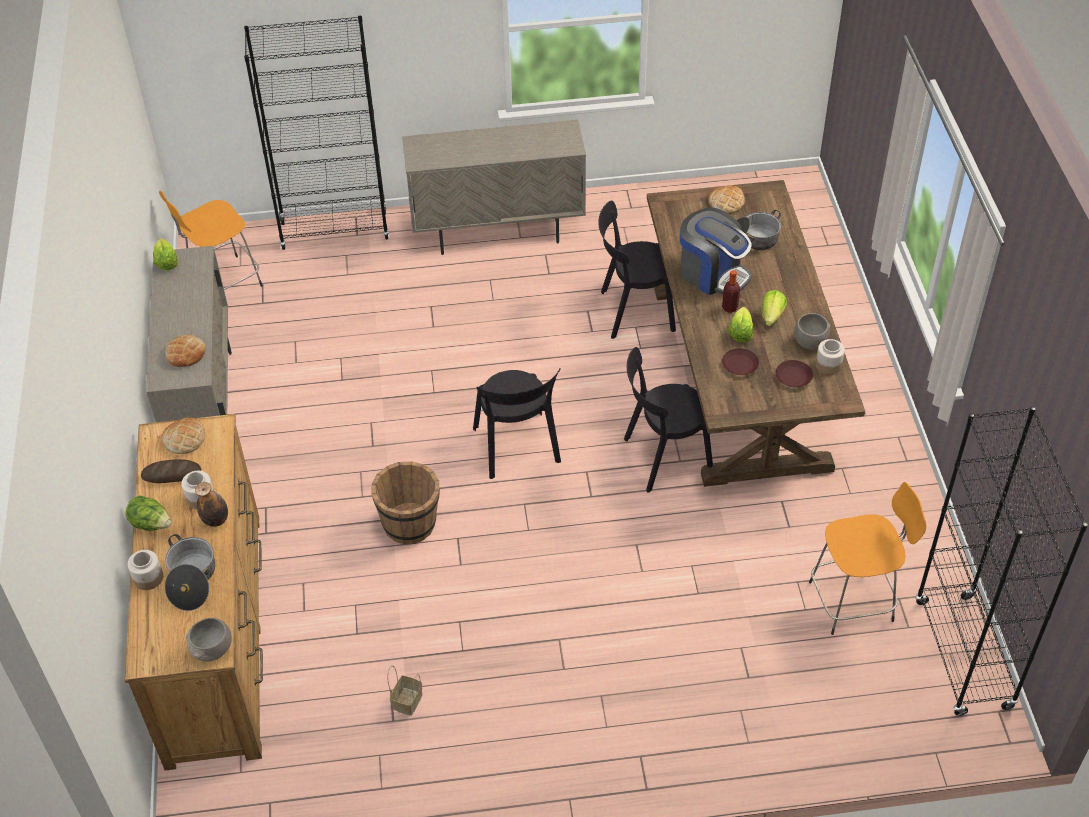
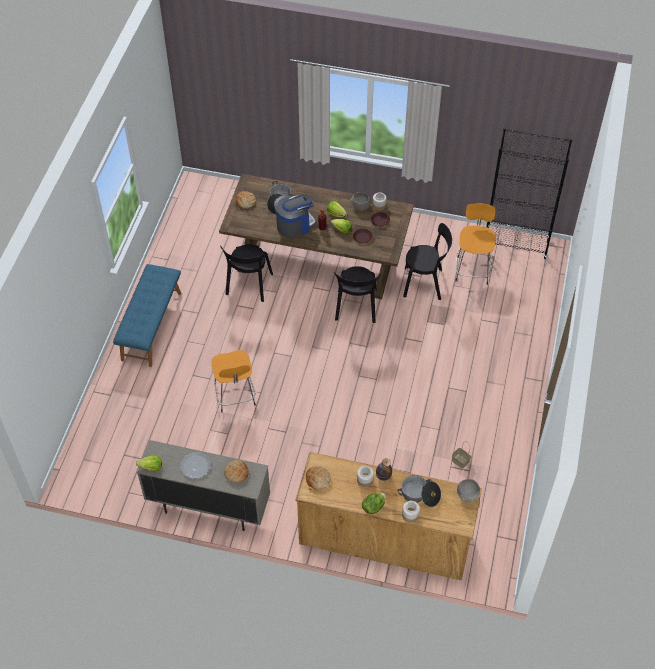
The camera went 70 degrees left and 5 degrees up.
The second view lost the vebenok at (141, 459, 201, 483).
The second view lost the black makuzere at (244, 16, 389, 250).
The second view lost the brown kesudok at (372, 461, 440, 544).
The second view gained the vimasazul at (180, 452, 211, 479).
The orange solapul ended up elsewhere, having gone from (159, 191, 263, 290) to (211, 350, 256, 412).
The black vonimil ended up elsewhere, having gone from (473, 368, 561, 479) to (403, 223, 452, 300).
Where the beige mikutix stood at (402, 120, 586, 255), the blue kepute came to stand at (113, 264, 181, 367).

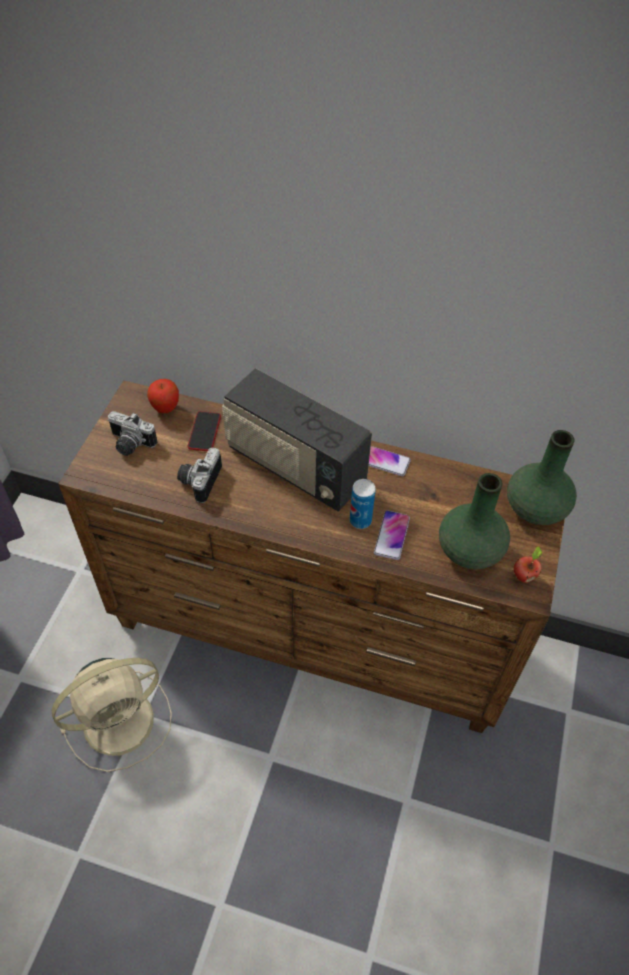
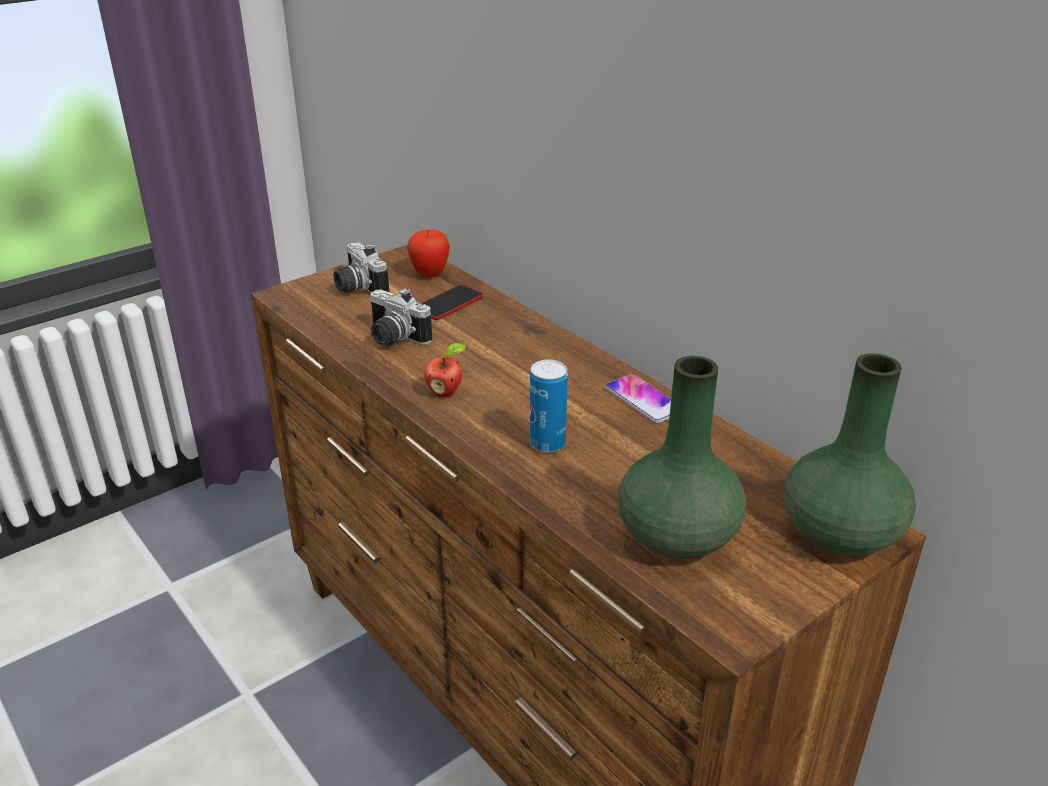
The camera went 35 degrees right and 20 degrees down.
The second view lost the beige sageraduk at (52, 658, 172, 772).
The second view lost the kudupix at (222, 368, 372, 511).
The second view lost the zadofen at (374, 510, 410, 560).
The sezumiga ended up elsewhere, having gone from (514, 546, 542, 583) to (424, 343, 466, 397).
The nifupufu at (177, 447, 222, 503) ended up facing another way, 105 degrees counterclockwise from before.

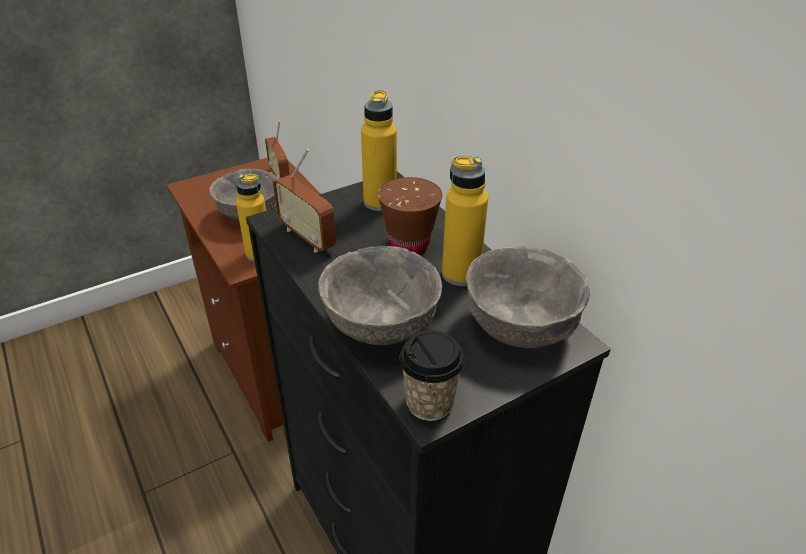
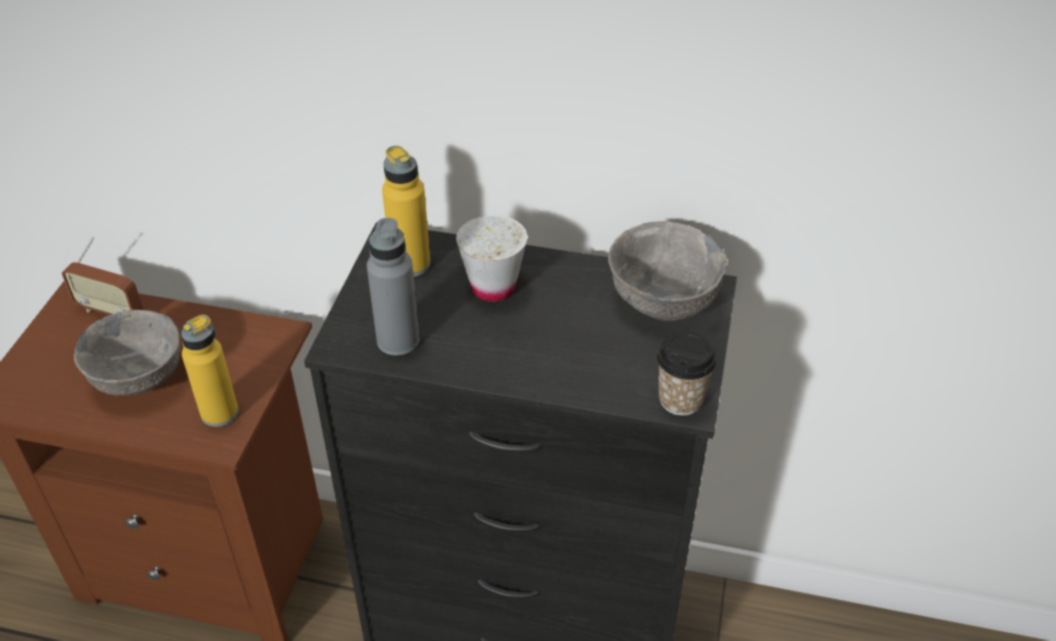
The camera went 45 degrees left and 5 degrees up.
The second view lost the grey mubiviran at (318, 245, 442, 345).
The second view lost the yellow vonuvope at (442, 156, 488, 286).
Where the kudupix stood at (273, 148, 336, 253), the grey vonuvope came to stand at (367, 218, 420, 355).
What was the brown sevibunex at (378, 177, 442, 254) turned into the white sevibunex at (456, 215, 527, 302).

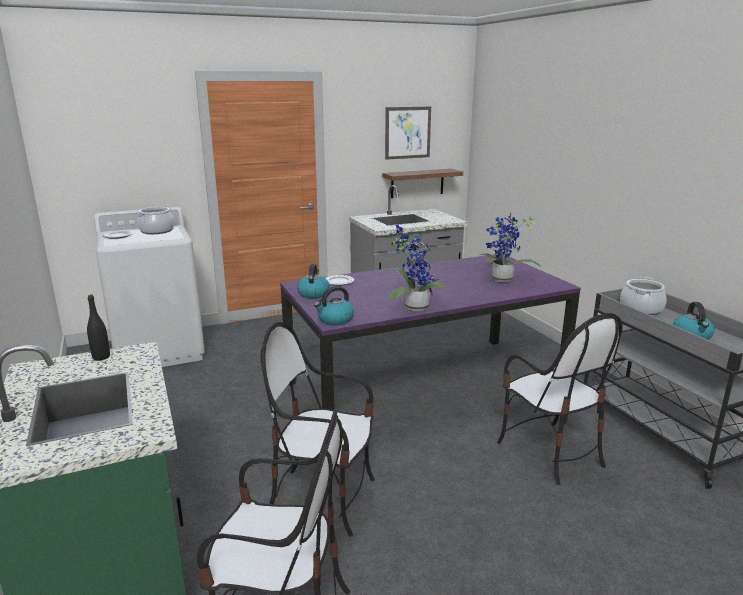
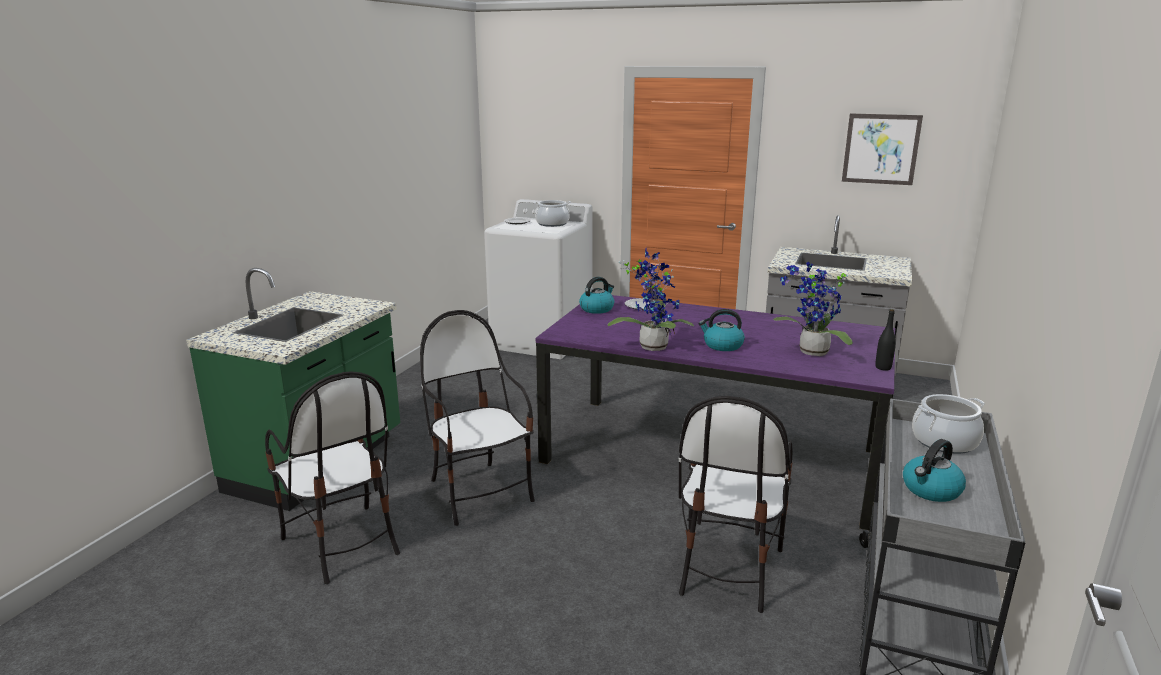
The camera went 45 degrees right and 0 degrees up.
The second view lost the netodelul at (383, 169, 463, 198).
The black vonuvope ended up elsewhere, having gone from (87, 295, 110, 361) to (875, 309, 896, 371).
The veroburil ended up elsewhere, having gone from (314, 286, 354, 325) to (699, 309, 745, 351).

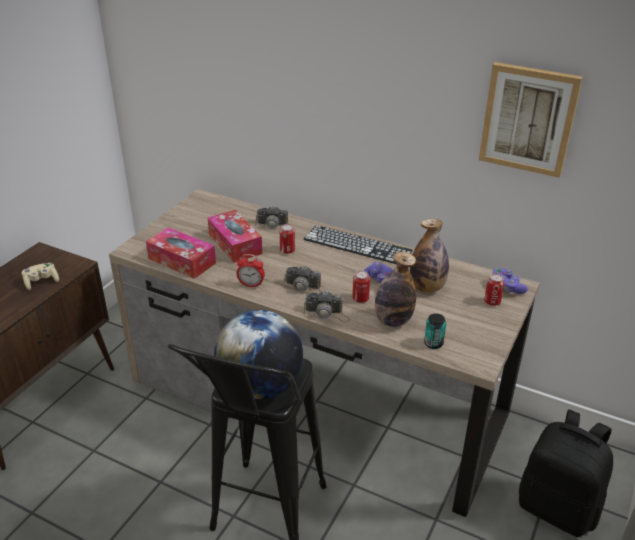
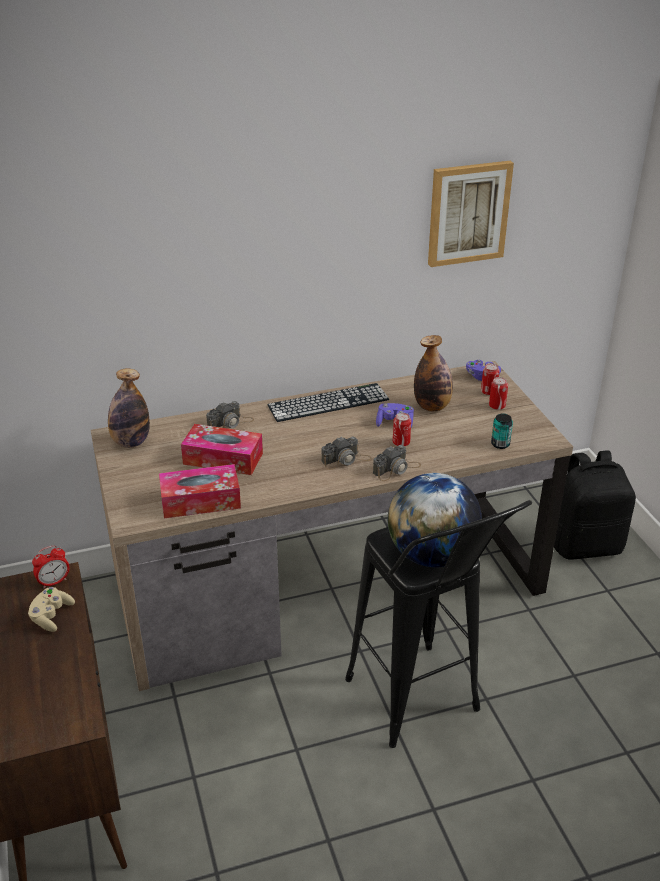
The camera went 45 degrees left and 0 degrees up.
The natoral ended up elsewhere, having gone from (237, 254, 265, 288) to (32, 546, 69, 589).
The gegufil ended up elsewhere, having gone from (280, 224, 295, 254) to (489, 377, 508, 410).
The vonuvope ended up elsewhere, having gone from (375, 252, 416, 327) to (108, 369, 150, 448).

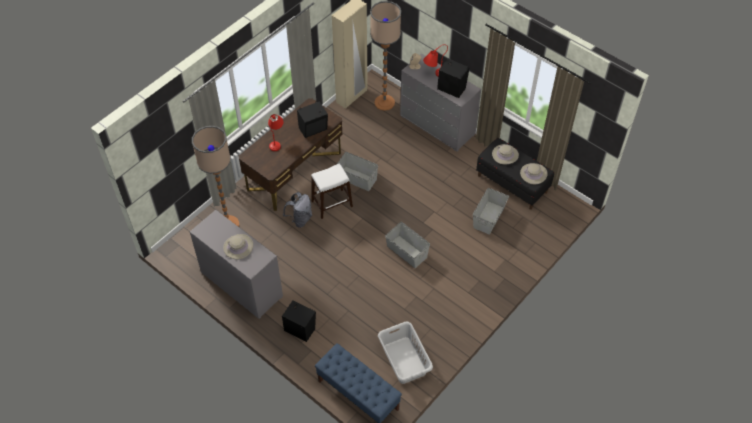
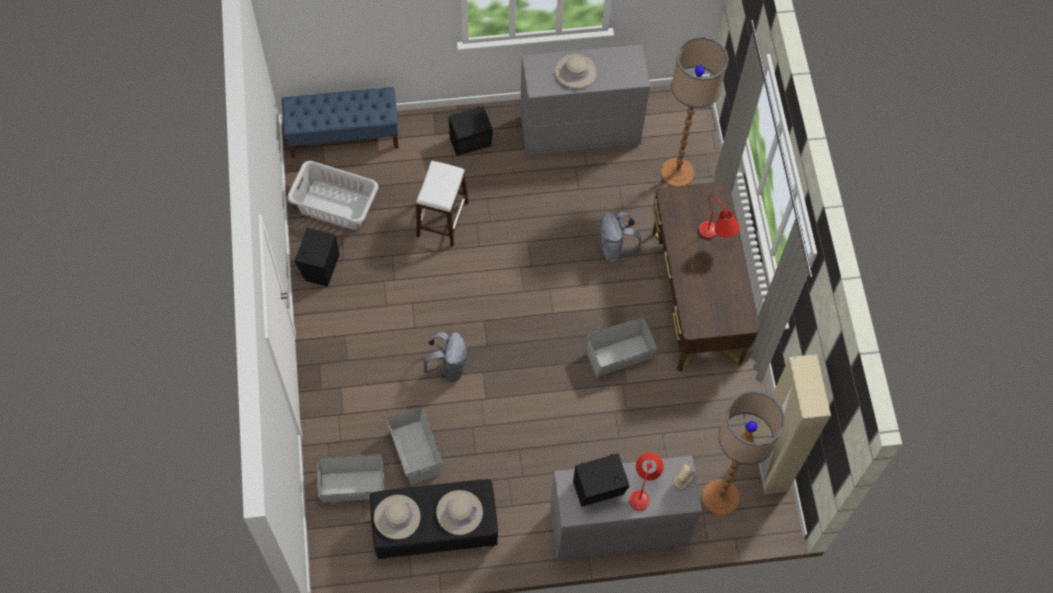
The camera went 130 degrees right and 10 degrees up.
The second view gained the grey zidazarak at (423, 332, 467, 382).
The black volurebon ended up elsewhere, having gone from (297, 101, 328, 138) to (295, 228, 340, 287).
The white solapul ended up elsewhere, having gone from (311, 163, 353, 219) to (416, 161, 469, 246).
The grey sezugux ended up elsewhere, having gone from (385, 222, 430, 268) to (317, 454, 384, 502).

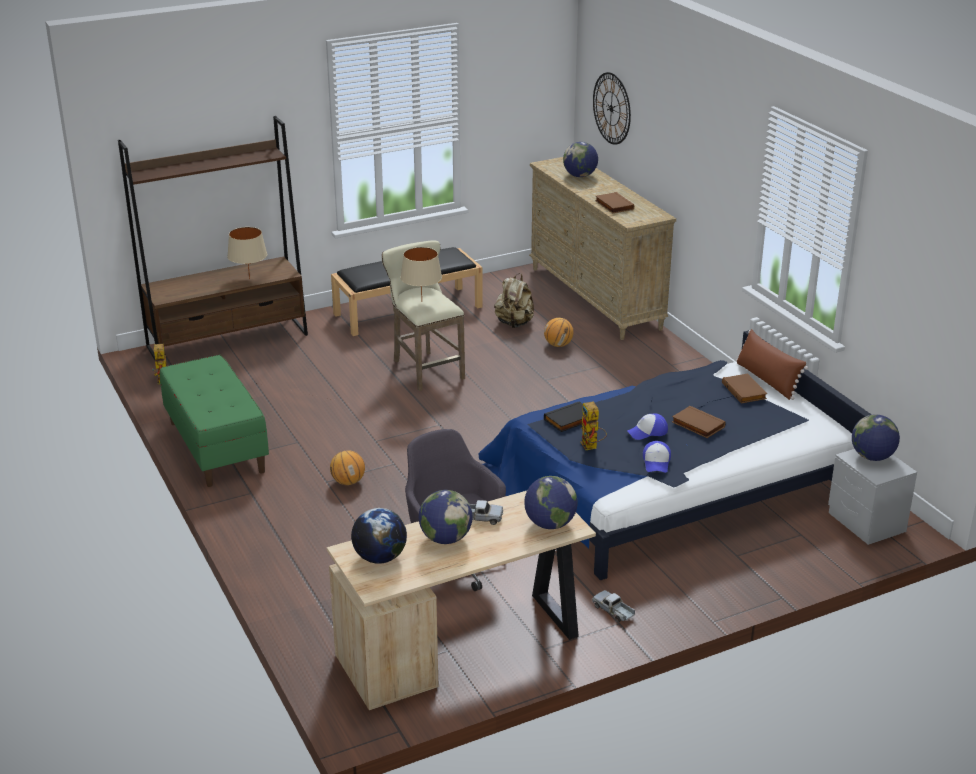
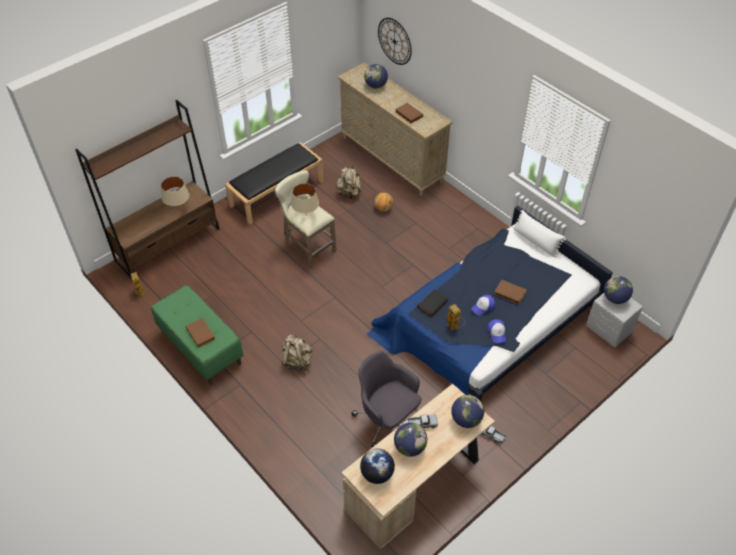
The camera went 15 degrees left and 20 degrees up.
The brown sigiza ended up elsewhere, having gone from (722, 374, 767, 404) to (186, 318, 215, 348).
Where the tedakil stood at (330, 450, 365, 485), the beige zidazarak came to stand at (282, 335, 312, 370).
What was the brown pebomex at (736, 329, 808, 400) turned into the white pebomex at (513, 210, 566, 257).

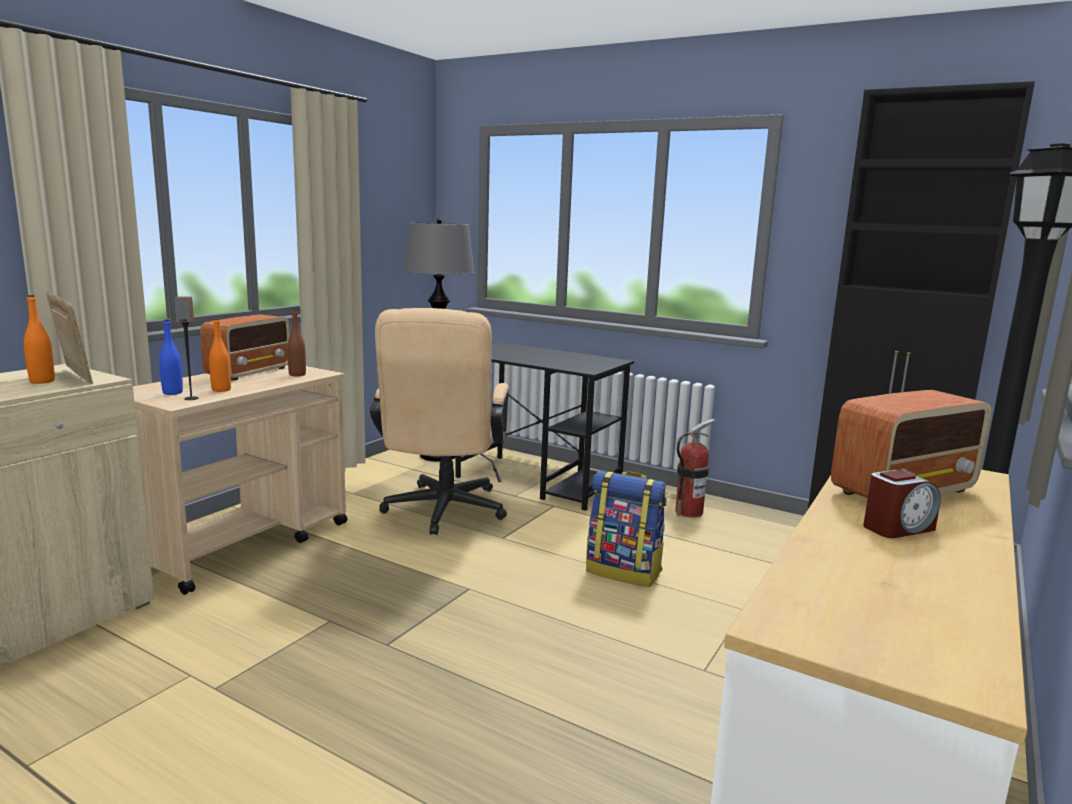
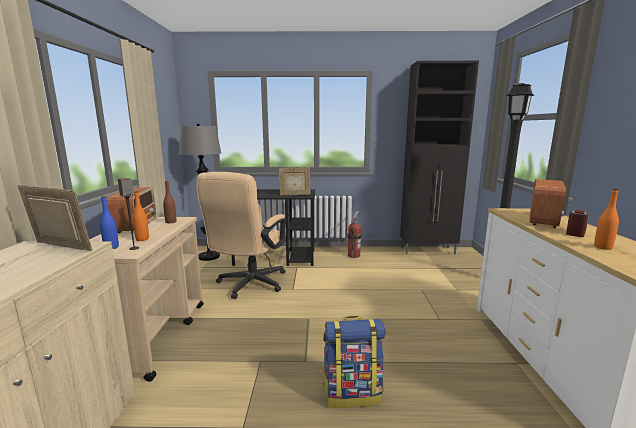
The camera went 30 degrees left and 0 degrees up.
The second view gained the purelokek at (279, 167, 311, 195).
The orange vonuvope ended up elsewhere, having gone from (24, 295, 55, 384) to (594, 189, 619, 250).
The zidazarak ended up elsewhere, having gone from (586, 470, 667, 587) to (323, 316, 385, 408).
The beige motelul at (370, 308, 509, 535) ended up facing another way, 45 degrees clockwise from before.

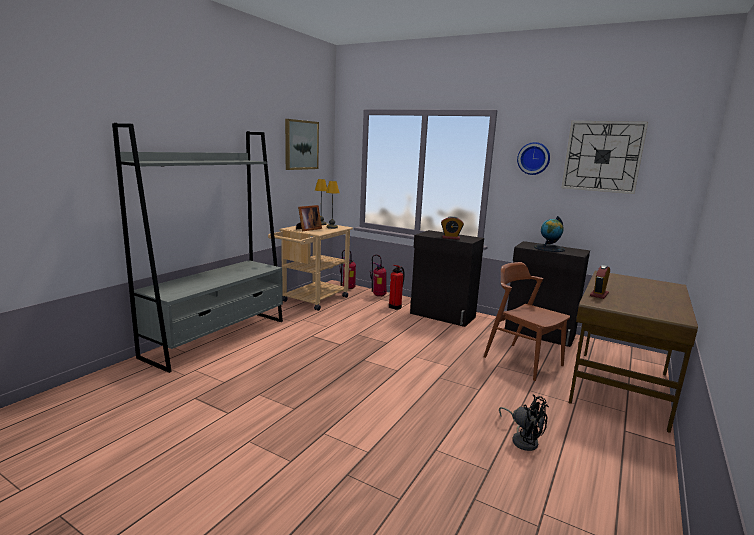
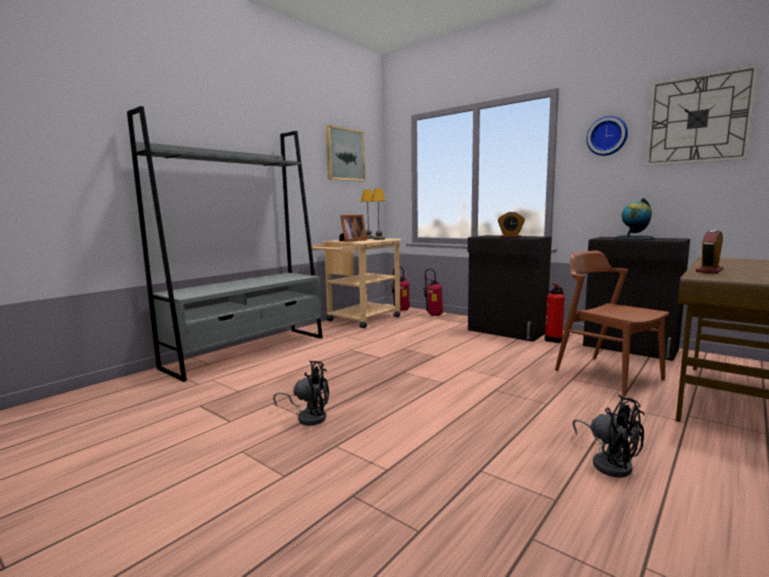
The camera went 10 degrees right and 5 degrees down.
The second view gained the black sageraduk at (273, 361, 329, 426).
The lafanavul ended up elsewhere, having gone from (389, 265, 405, 310) to (545, 283, 565, 343).

